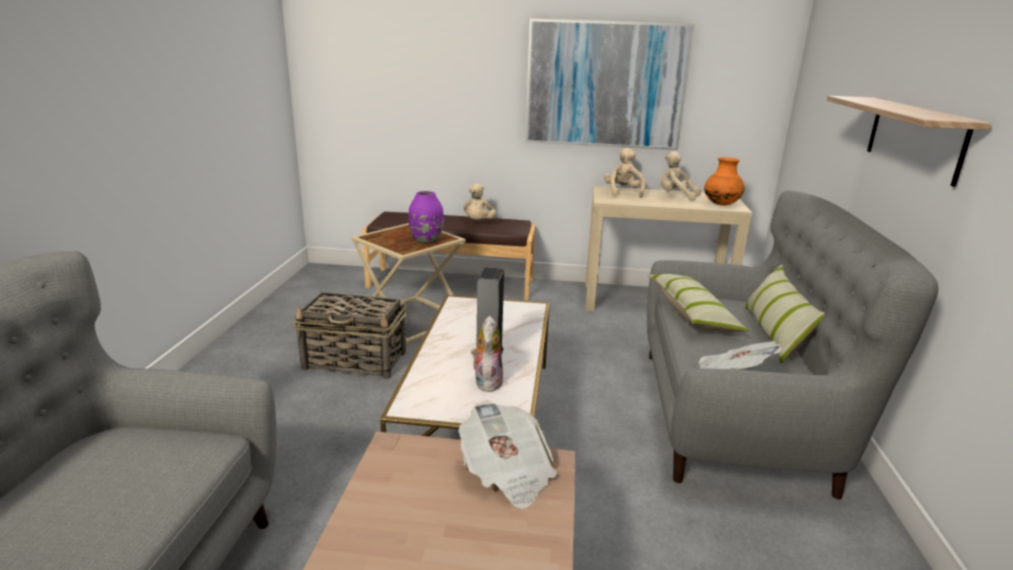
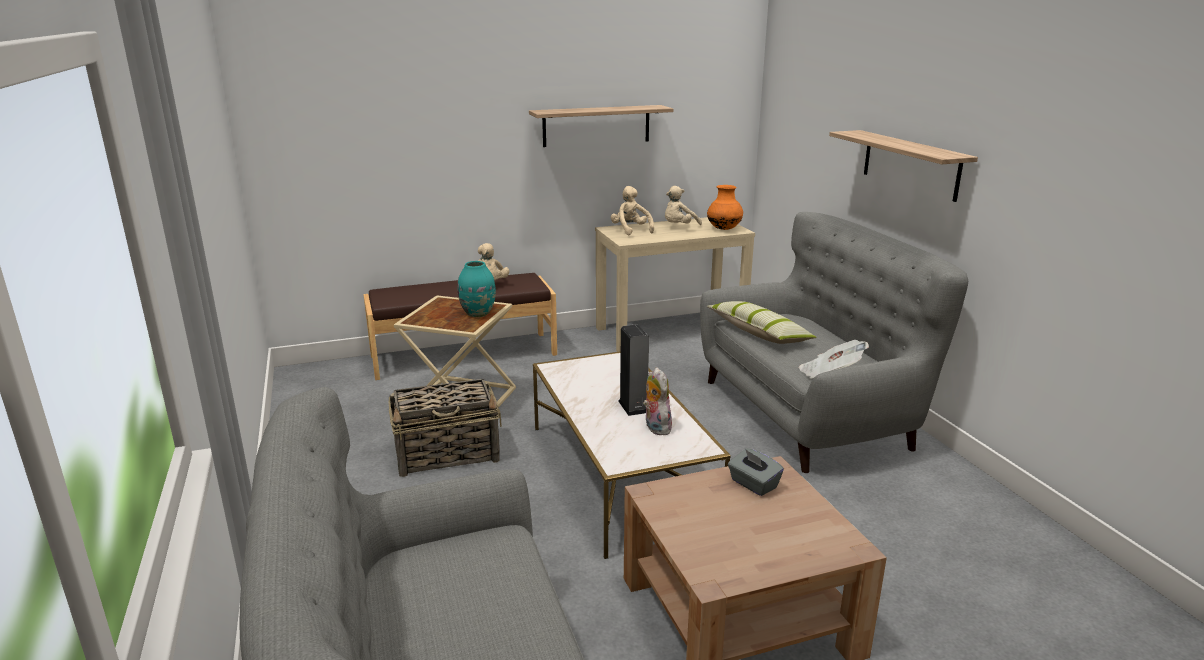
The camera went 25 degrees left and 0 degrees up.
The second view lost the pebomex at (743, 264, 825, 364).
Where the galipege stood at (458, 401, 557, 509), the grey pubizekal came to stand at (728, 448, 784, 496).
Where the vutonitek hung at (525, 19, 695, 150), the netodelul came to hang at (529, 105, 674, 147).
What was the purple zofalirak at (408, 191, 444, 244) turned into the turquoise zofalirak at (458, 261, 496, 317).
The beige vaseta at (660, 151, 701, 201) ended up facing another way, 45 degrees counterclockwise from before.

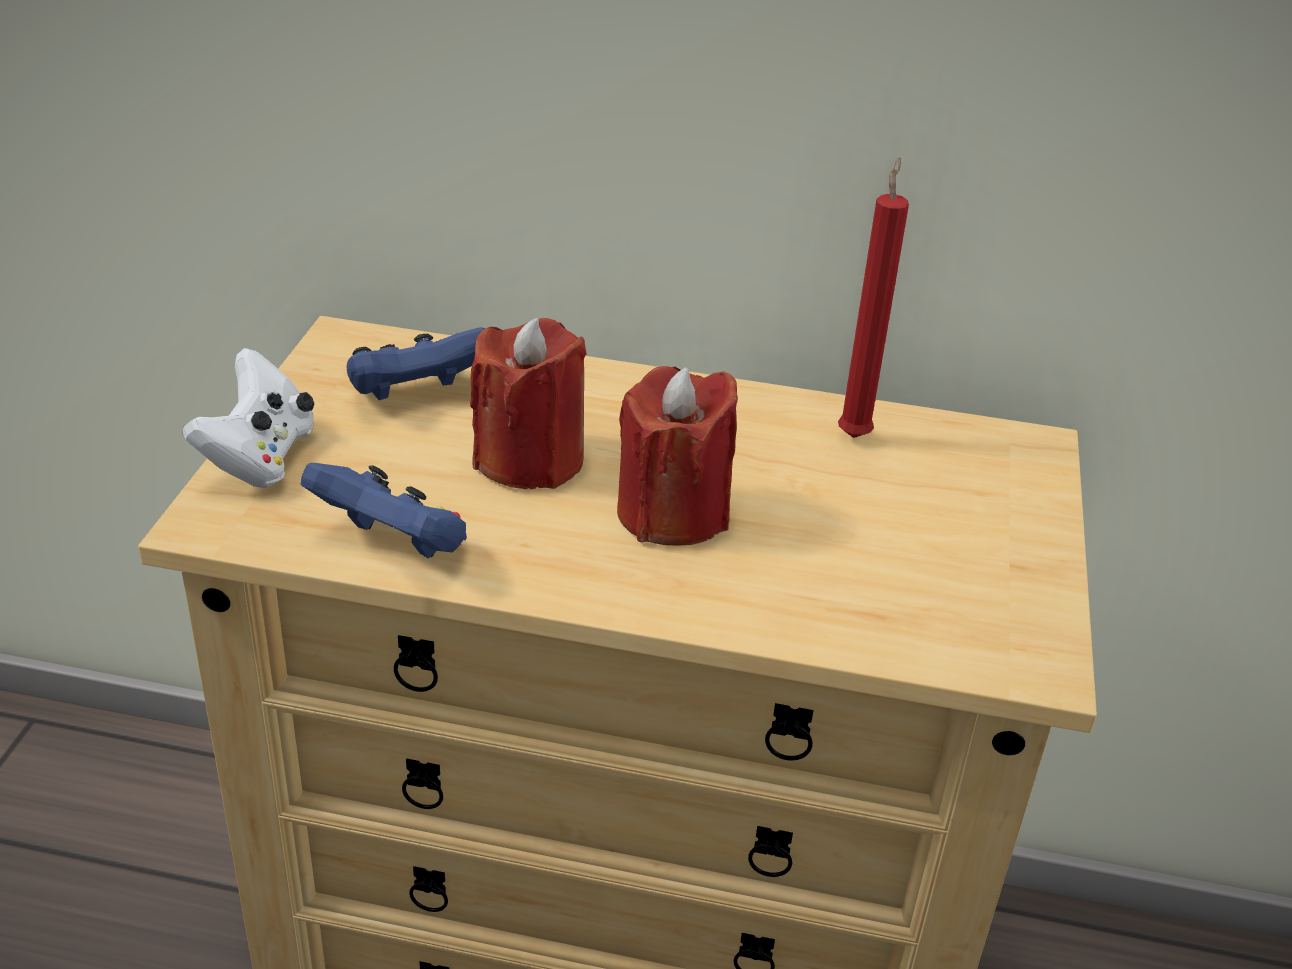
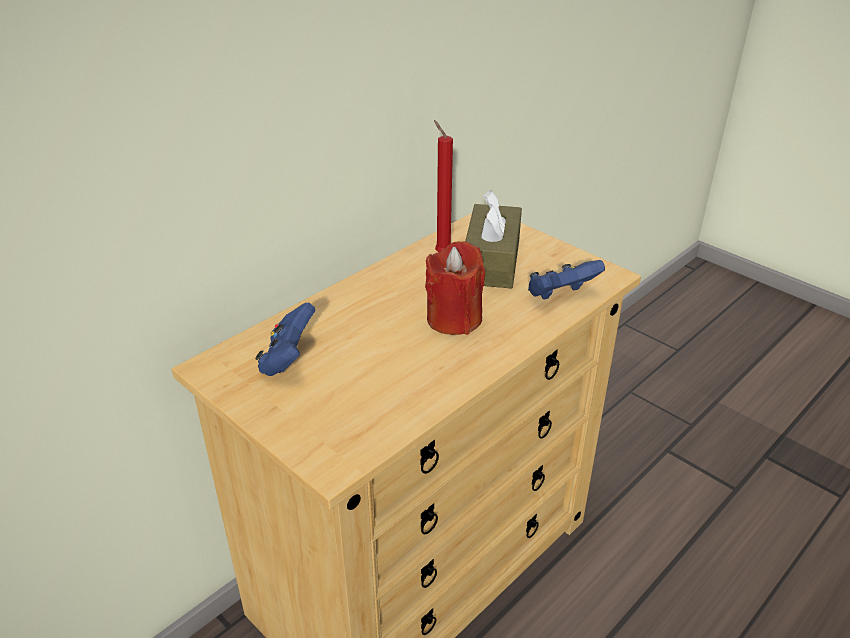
The camera went 55 degrees left and 0 degrees up.
The second view lost the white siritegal at (183, 348, 314, 488).
The second view lost the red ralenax at (470, 318, 587, 489).
The second view gained the brown pubizekal at (465, 190, 522, 289).
The blue siritegal ended up elsewhere, having gone from (301, 463, 467, 559) to (528, 260, 605, 300).

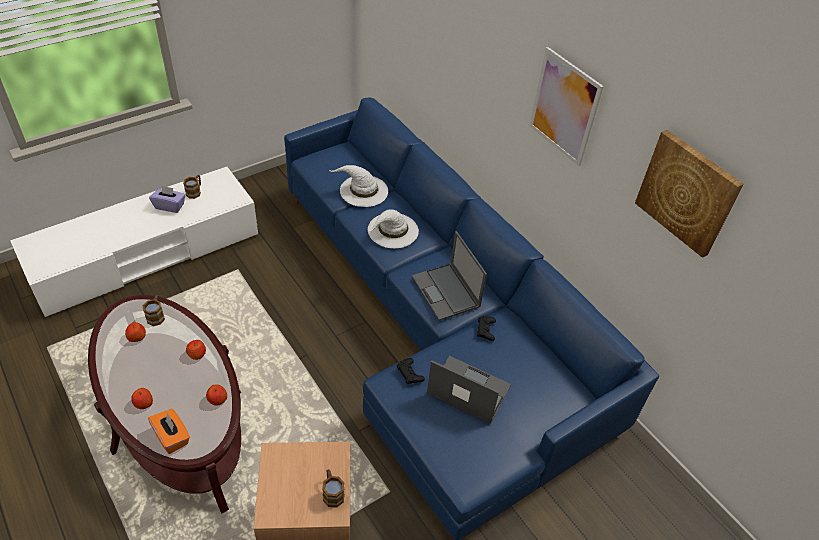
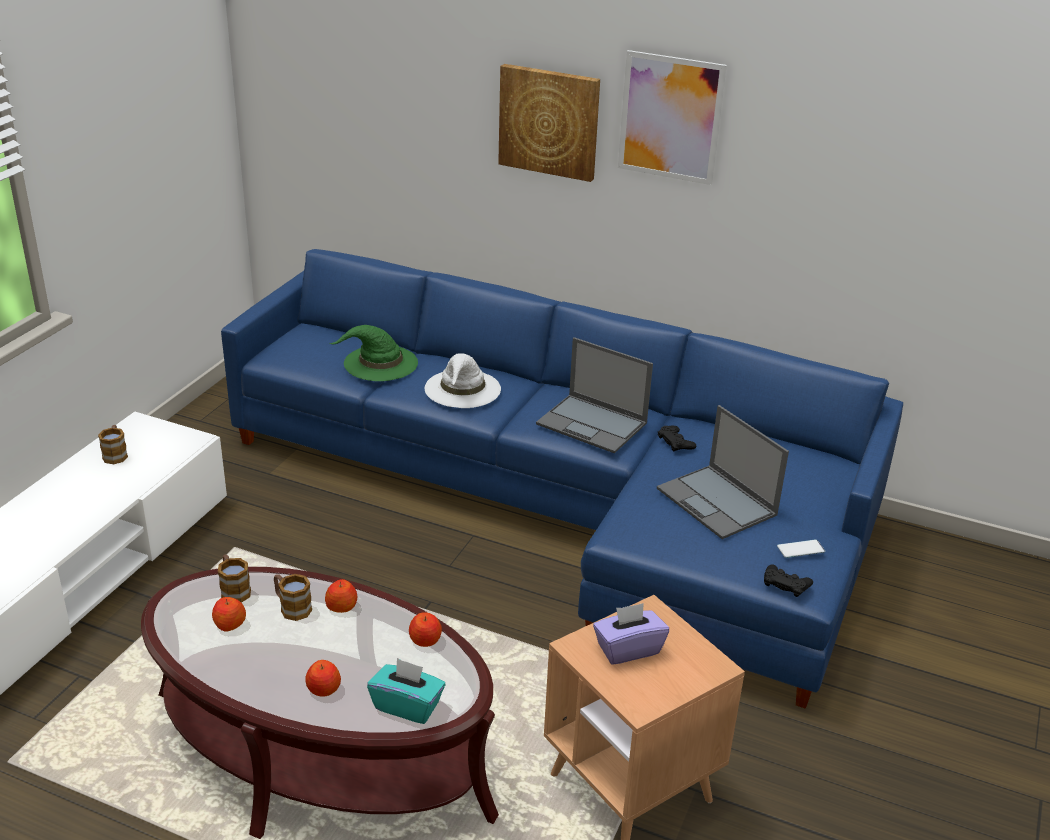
The camera went 30 degrees left and 15 degrees down.
The second view gained the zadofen at (777, 539, 825, 558).
The purple pubizekal ended up elsewhere, having gone from (149, 185, 185, 213) to (593, 603, 669, 665).
The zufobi ended up elsewhere, having gone from (322, 469, 345, 508) to (274, 574, 312, 621).
The black siritegal ended up elsewhere, having gone from (397, 358, 425, 384) to (764, 565, 813, 597).
The vutonitek ended up elsewhere, having gone from (635, 130, 743, 258) to (498, 64, 600, 182).
What was the orange pubizekal at (148, 409, 190, 454) turned into the turquoise pubizekal at (367, 658, 445, 724).
What was the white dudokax at (328, 165, 388, 207) turned into the green dudokax at (329, 325, 418, 381).
The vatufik at (427, 356, 511, 424) ended up facing another way, 120 degrees counterclockwise from before.

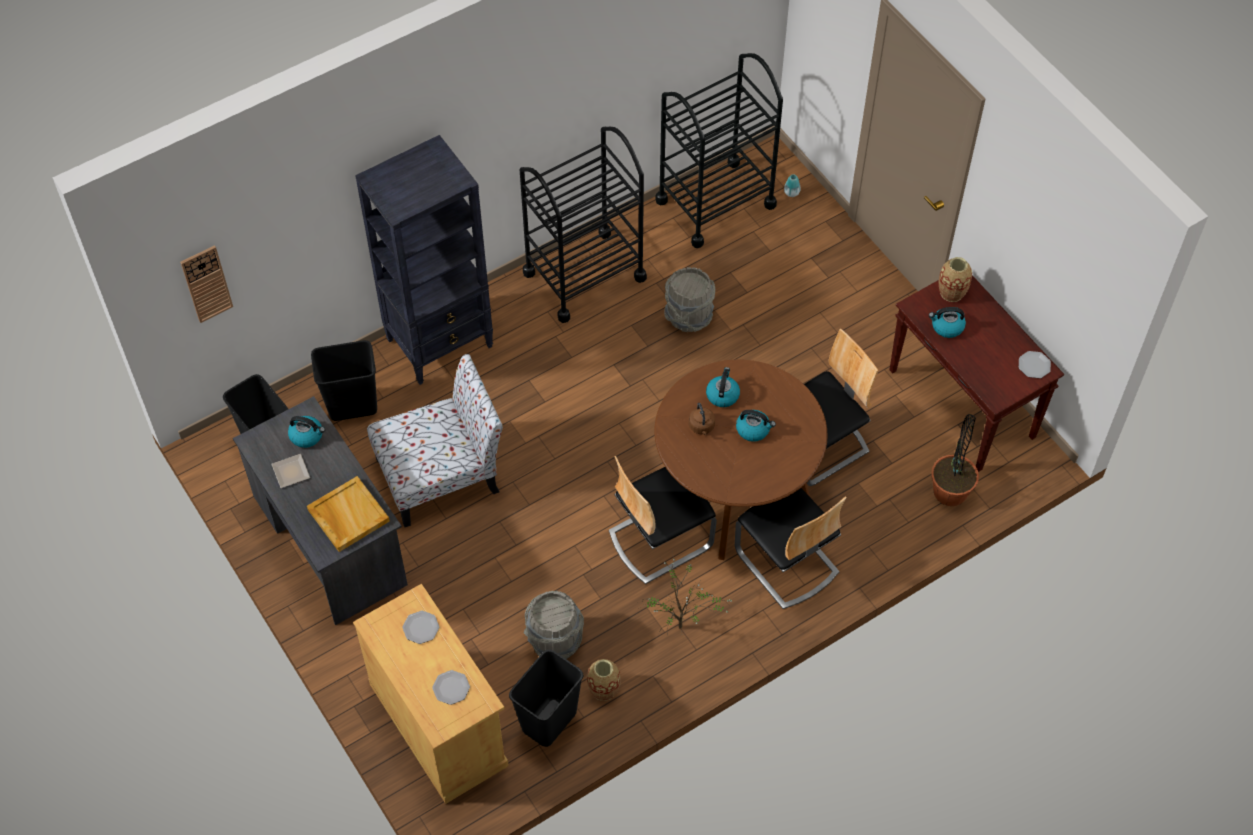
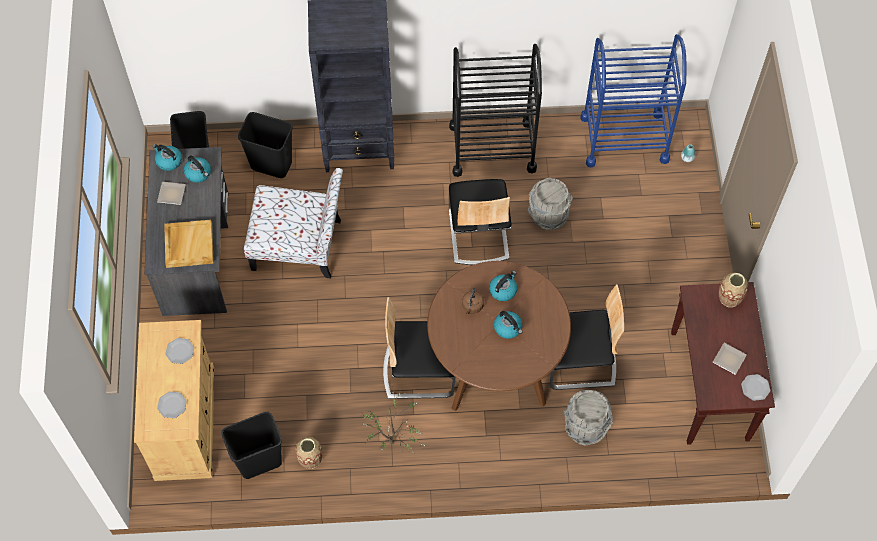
The camera went 30 degrees right and 5 degrees up.
The second view lost the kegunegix at (180, 245, 233, 323).
The second view lost the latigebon at (931, 414, 979, 506).
The second view gained the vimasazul at (713, 343, 747, 375).
The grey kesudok ended up elsewhere, having gone from (524, 591, 584, 659) to (564, 390, 613, 445).
The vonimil ended up elsewhere, having gone from (735, 488, 847, 609) to (449, 179, 512, 265).
The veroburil ended up elsewhere, having gone from (929, 307, 966, 338) to (152, 144, 182, 171).
What was the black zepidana at (655, 53, 783, 248) turned into the blue zepidana at (580, 34, 686, 168).

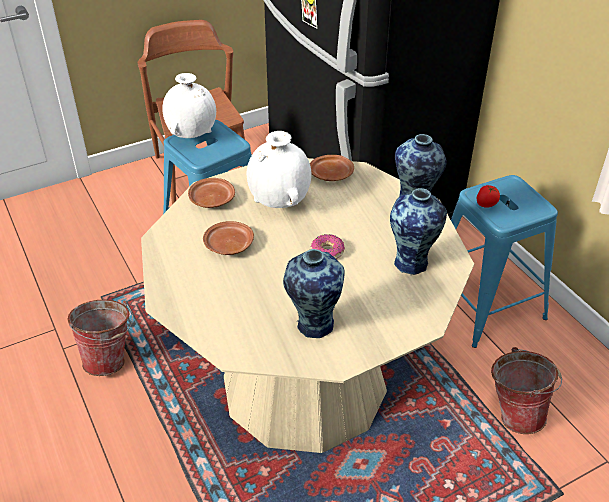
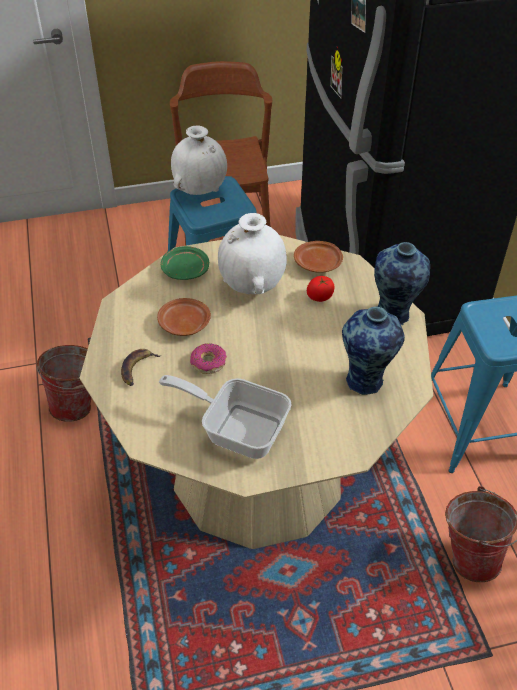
The camera went 15 degrees right and 5 degrees up.
The second view gained the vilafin at (121, 349, 160, 386).
The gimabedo ended up elsewhere, having gone from (311, 234, 345, 259) to (190, 343, 227, 374).
The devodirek ended up elsewhere, having gone from (477, 185, 500, 208) to (307, 276, 335, 302).
Where the zofalirak stood at (283, 249, 345, 338), the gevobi came to stand at (159, 375, 292, 459).
What was the brown vimasazul at (188, 178, 235, 208) turned into the green vimasazul at (161, 246, 209, 280).

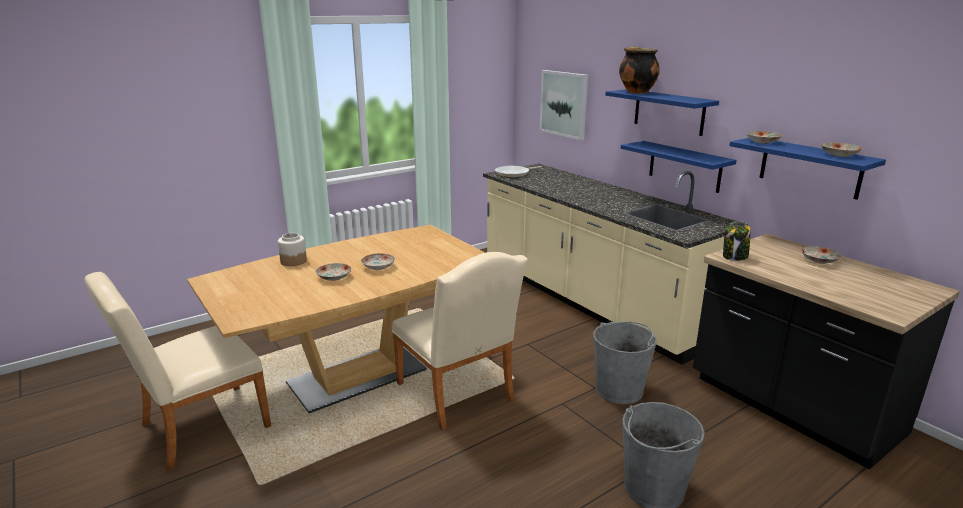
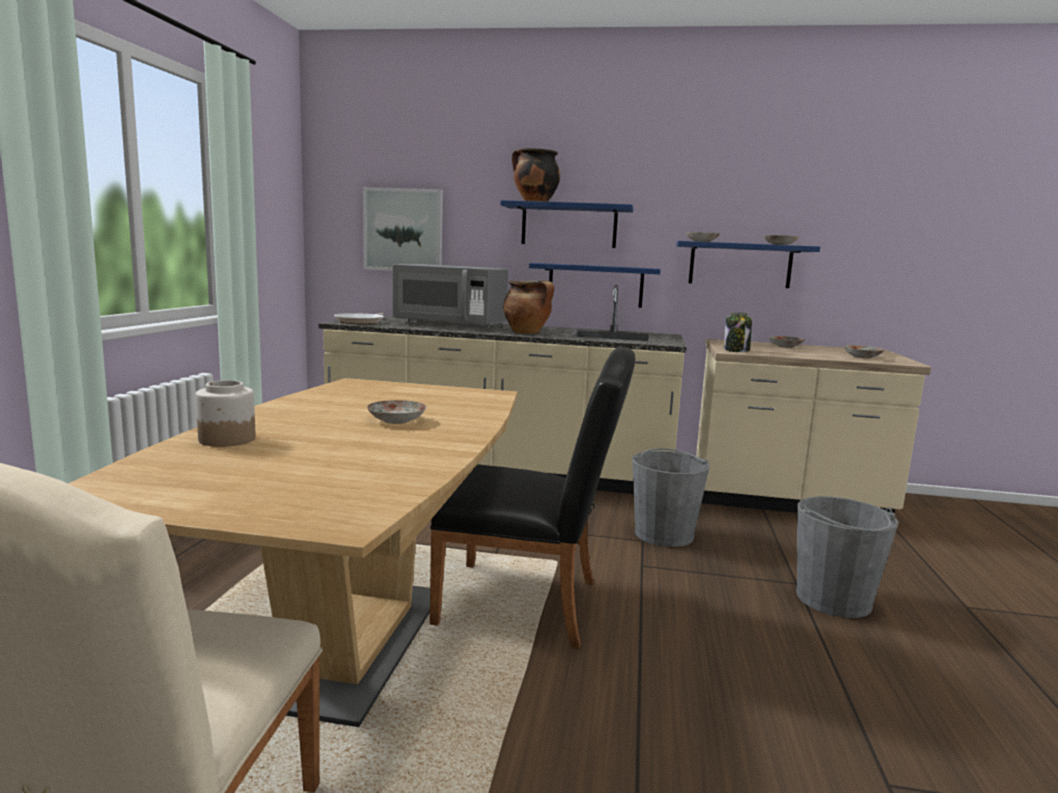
The camera went 45 degrees left and 10 degrees down.
The second view gained the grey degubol at (393, 264, 508, 330).
The second view gained the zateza at (503, 280, 554, 334).
The vimasazul ended up elsewhere, having gone from (316, 263, 351, 281) to (844, 345, 885, 358).
What was the beige vonimil at (392, 252, 528, 430) turned into the black vonimil at (430, 347, 636, 649).
What was the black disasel at (693, 234, 960, 470) turned into the beige disasel at (696, 339, 931, 513).

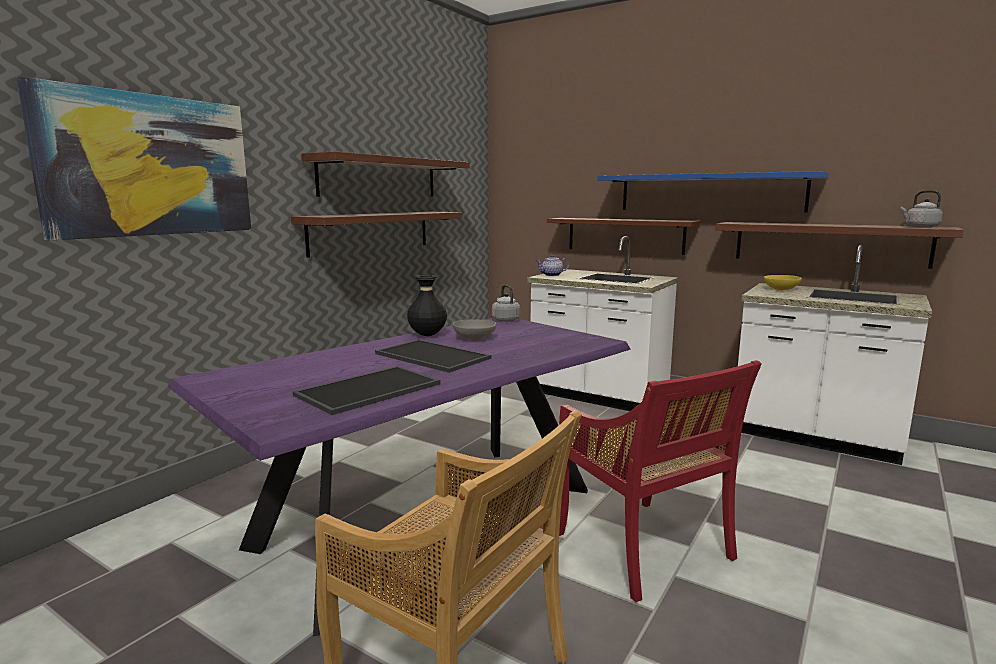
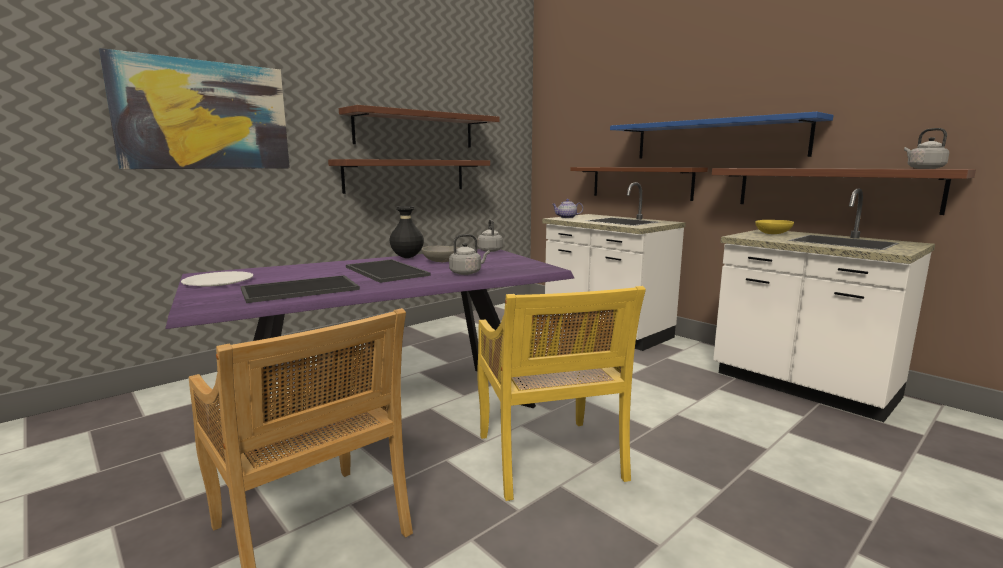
The camera went 15 degrees right and 0 degrees up.
The second view gained the white vimasazul at (181, 271, 253, 287).
The second view gained the grey veroburil at (449, 234, 490, 275).
What was the red vonimil at (559, 360, 762, 602) turned into the yellow vonimil at (477, 286, 646, 501).

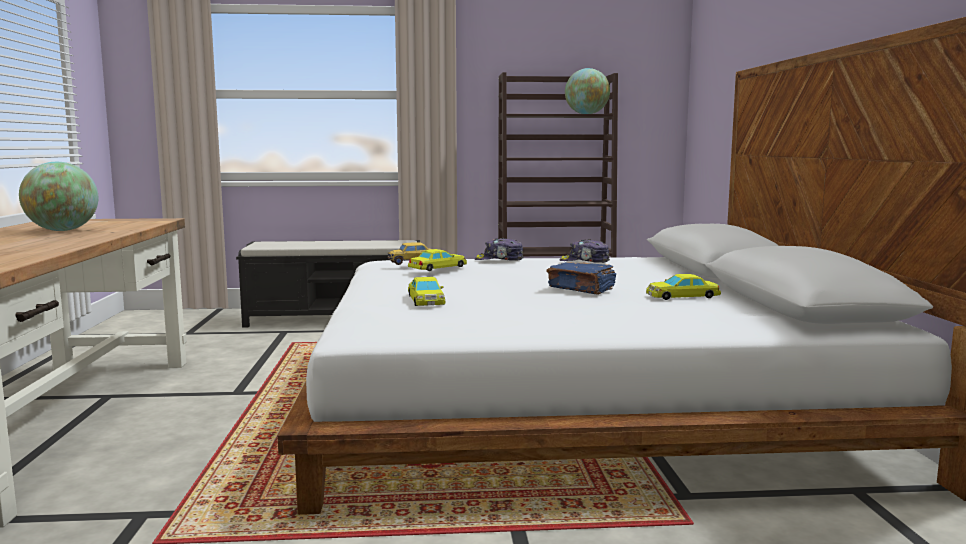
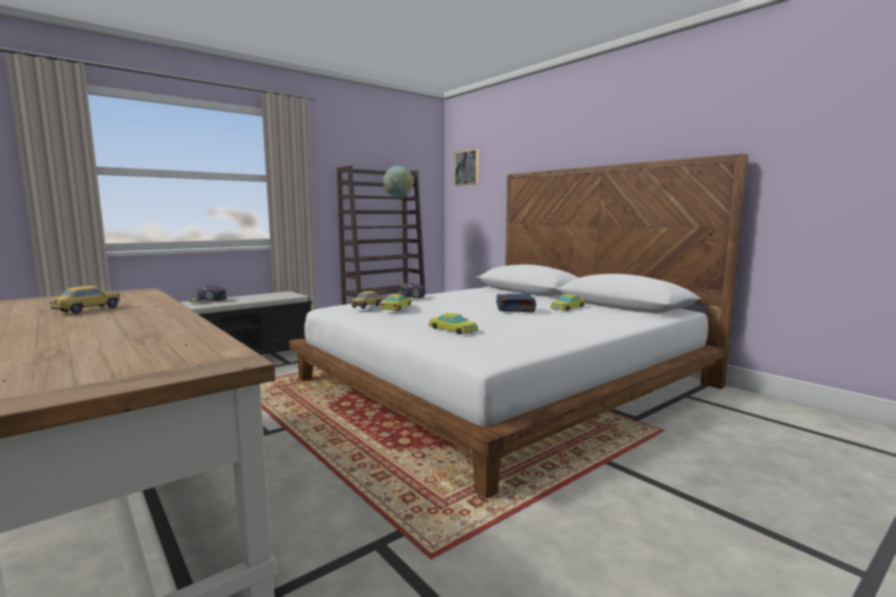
The camera went 35 degrees left and 0 degrees up.
The second view gained the vutonitek at (455, 149, 478, 186).
The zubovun ended up elsewhere, having gone from (559, 239, 610, 263) to (190, 286, 227, 302).
Where the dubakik stood at (19, 162, 98, 231), the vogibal came to stand at (50, 286, 120, 314).

